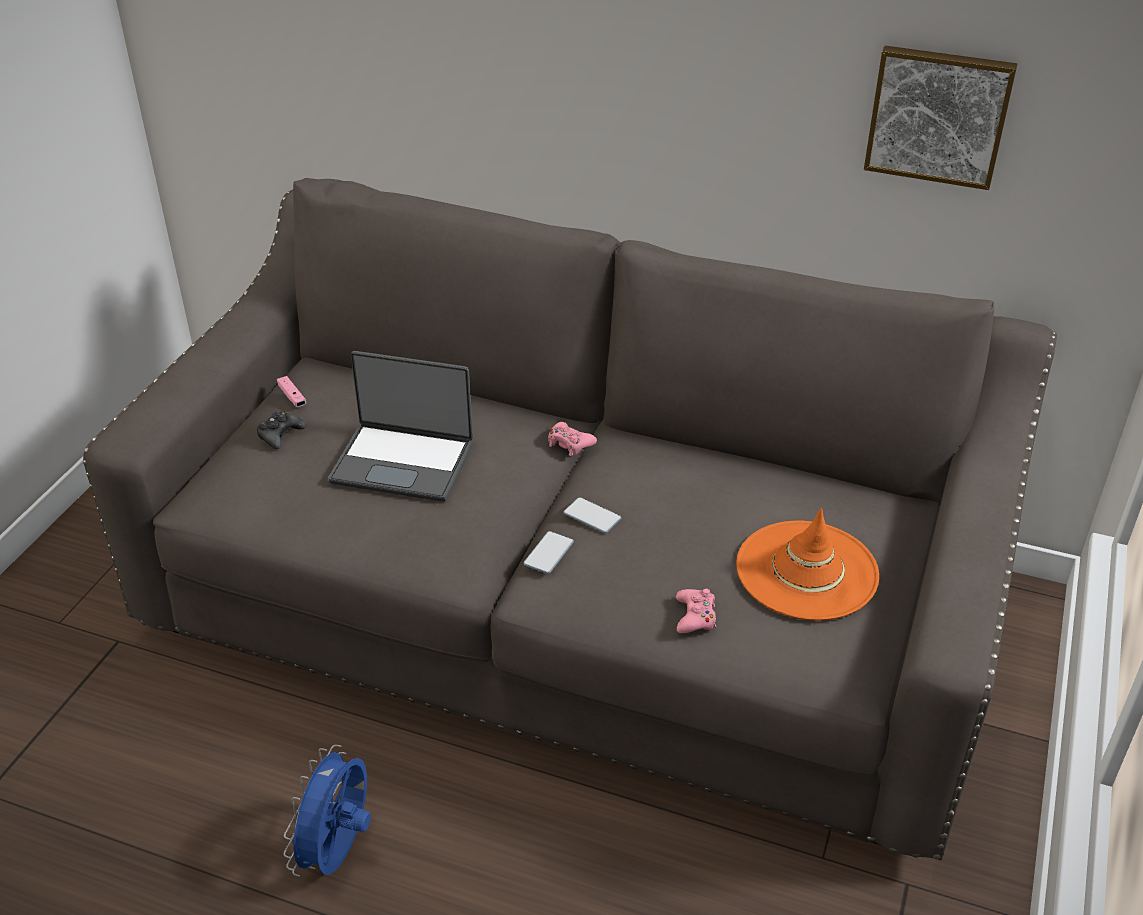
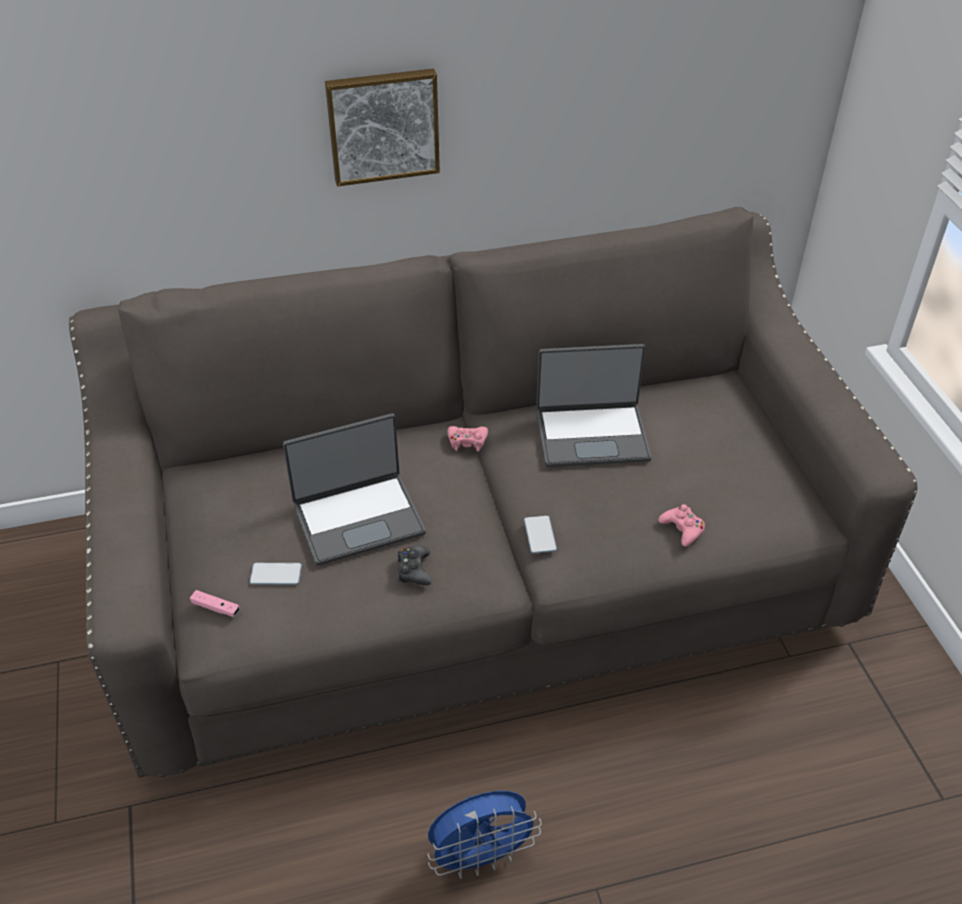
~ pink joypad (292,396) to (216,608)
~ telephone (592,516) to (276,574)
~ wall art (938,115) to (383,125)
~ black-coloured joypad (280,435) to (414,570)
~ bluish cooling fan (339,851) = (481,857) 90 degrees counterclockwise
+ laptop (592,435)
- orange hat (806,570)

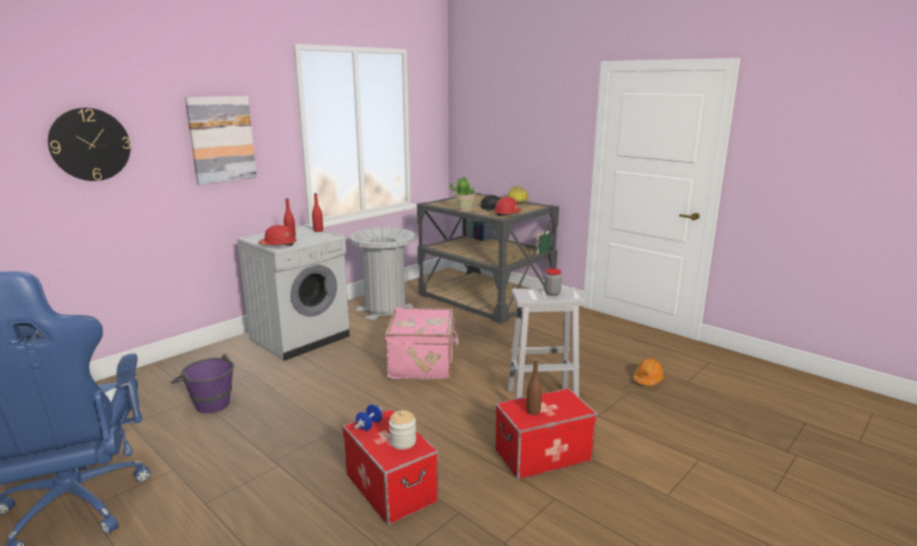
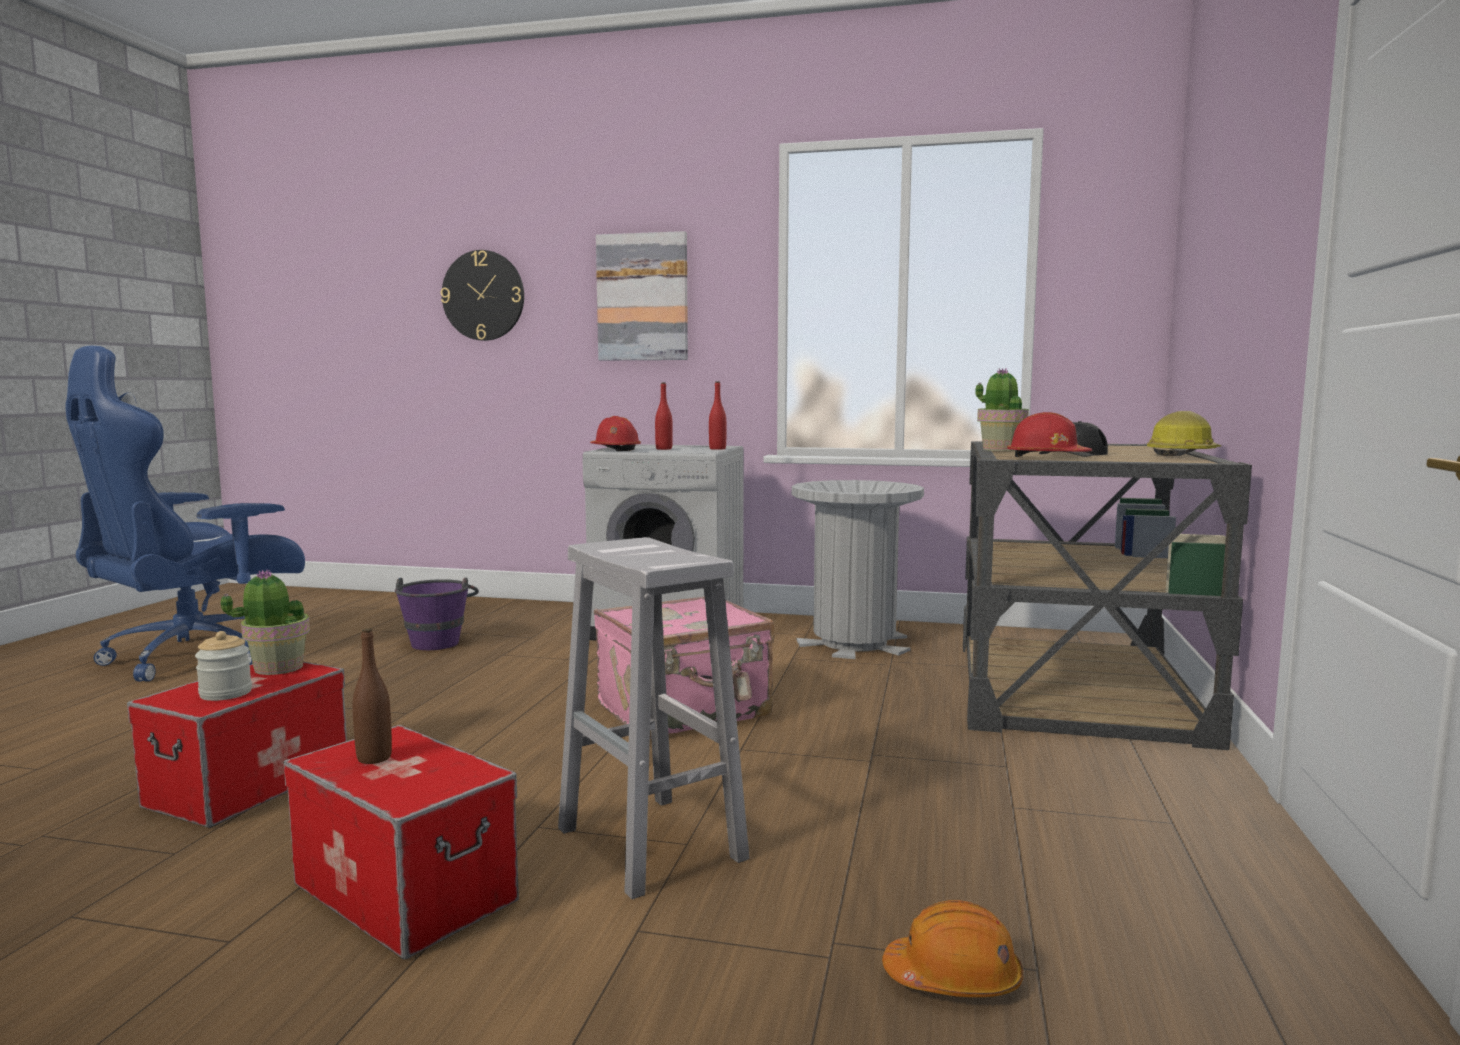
~ bluish free weight (369,425) to plant in a pot (277,668)
- jar (552,293)

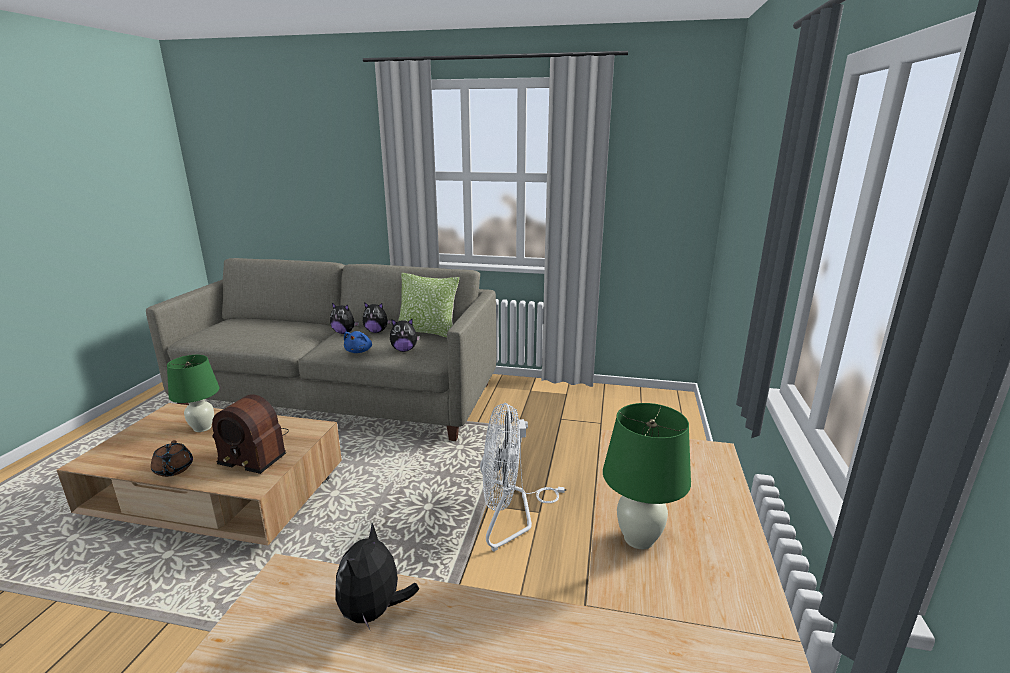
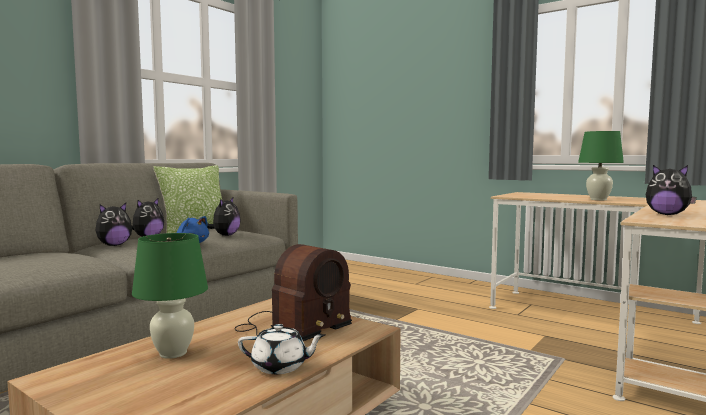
~ brown-coloured teapot (173,470) to white teapot (280,367)
- white cooling fan (511,508)

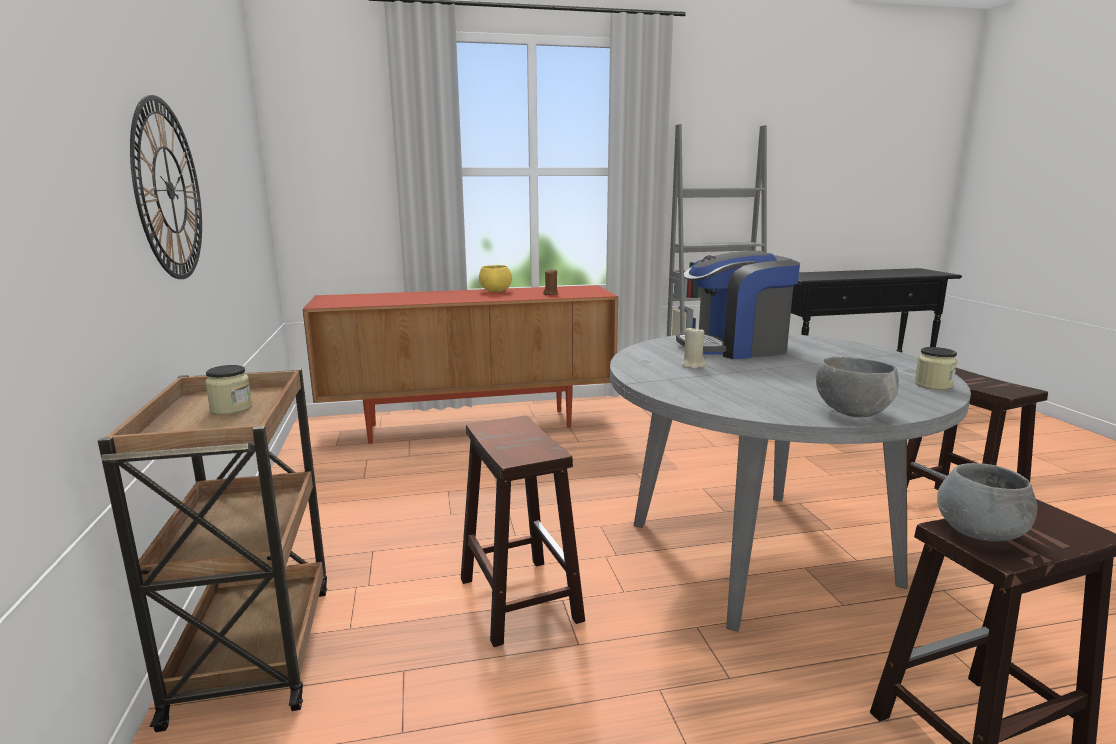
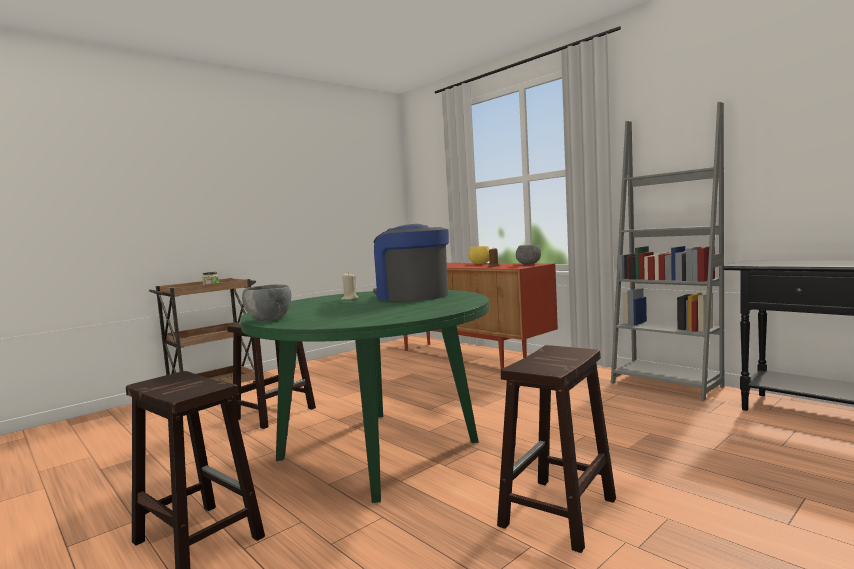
~ grey kitchen table (759,552) to greenish kitchen table (378,450)
~ grey deep dish (981,533) to (528,264)
- hanging clock (169,190)
- jar (933,385)

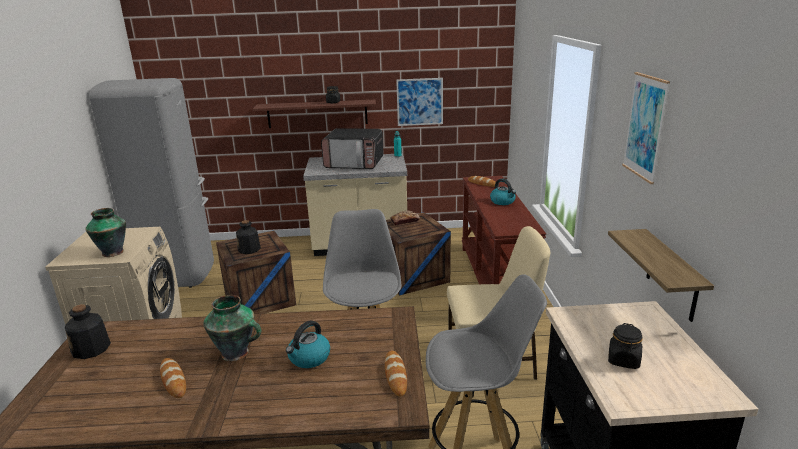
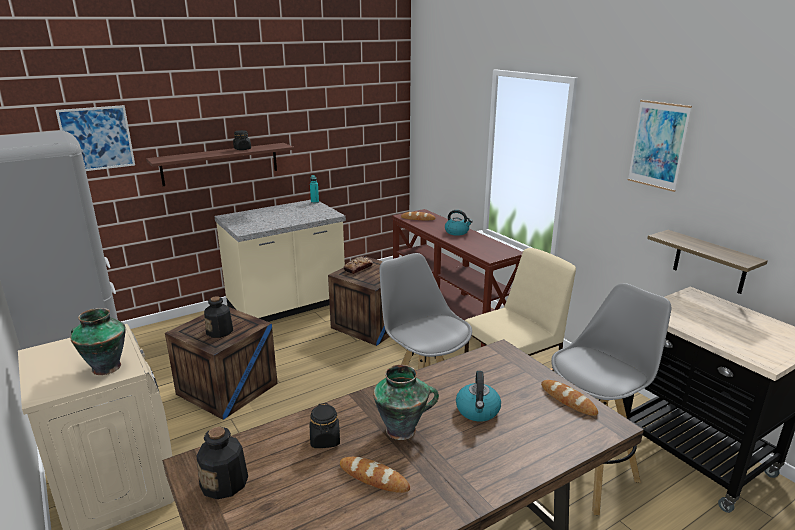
~ wall art (420,102) to (97,138)
~ black-coloured jar (623,360) to (325,440)
- microwave (355,164)

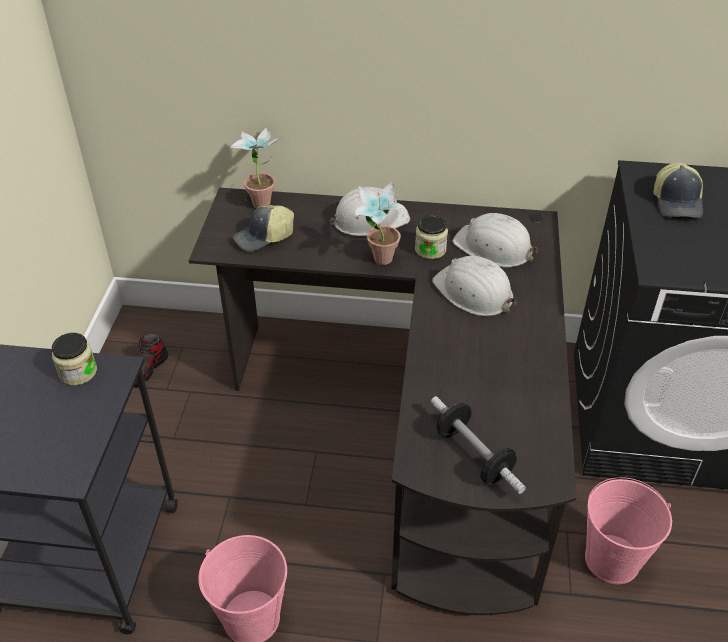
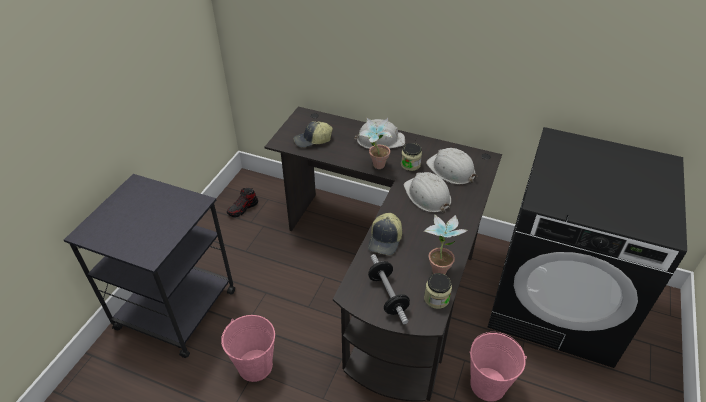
~ baseball cap (677,202) to (385,240)
~ plant in a pot (262,200) to (439,267)
~ jar (78,372) to (436,298)

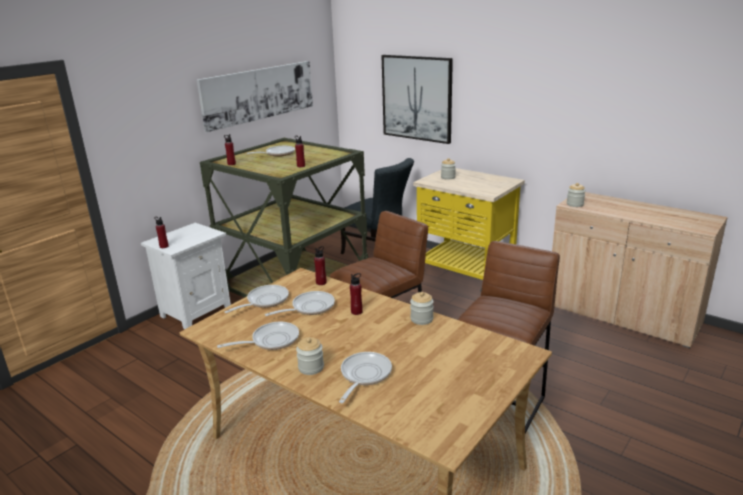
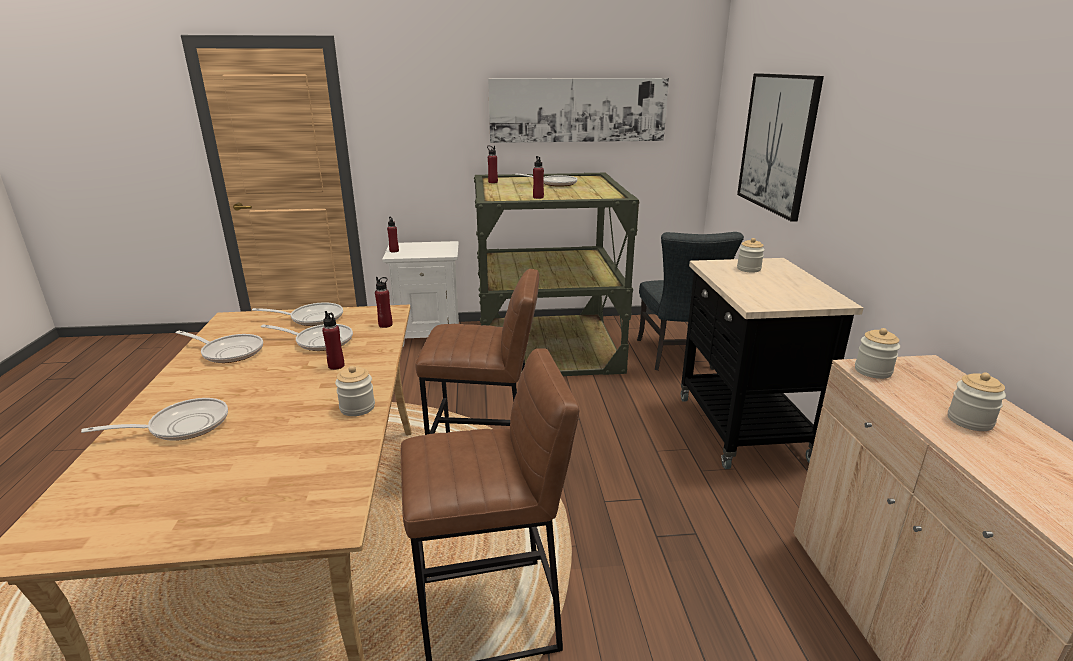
~ yellow cart (465,274) to black-coloured cart (743,430)
~ jar (311,367) to (969,421)

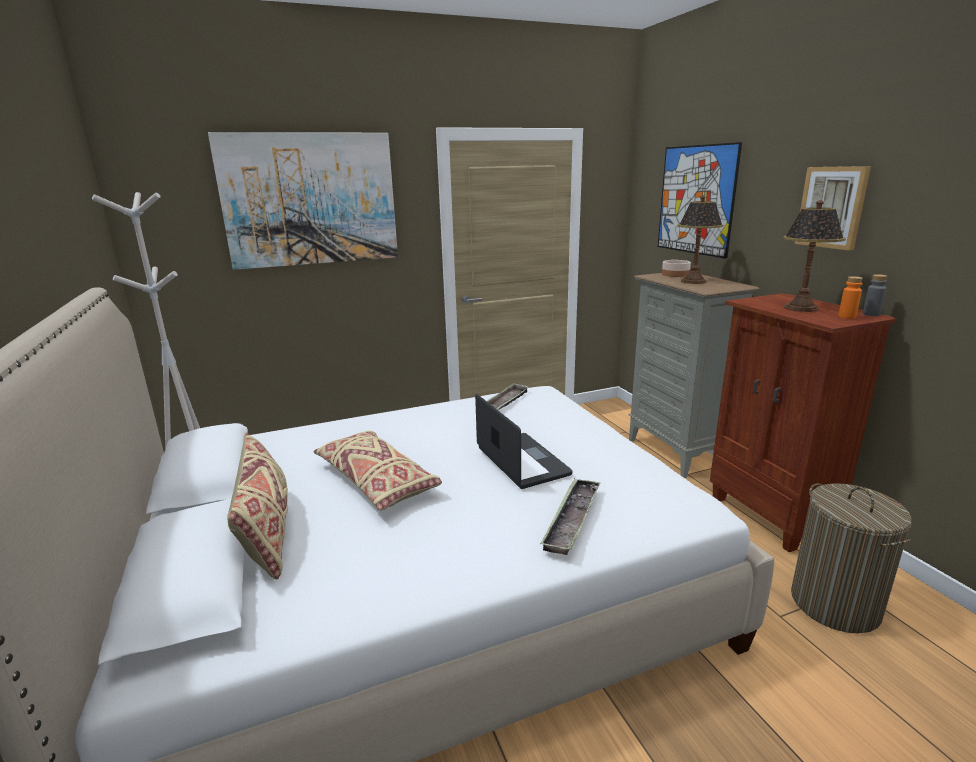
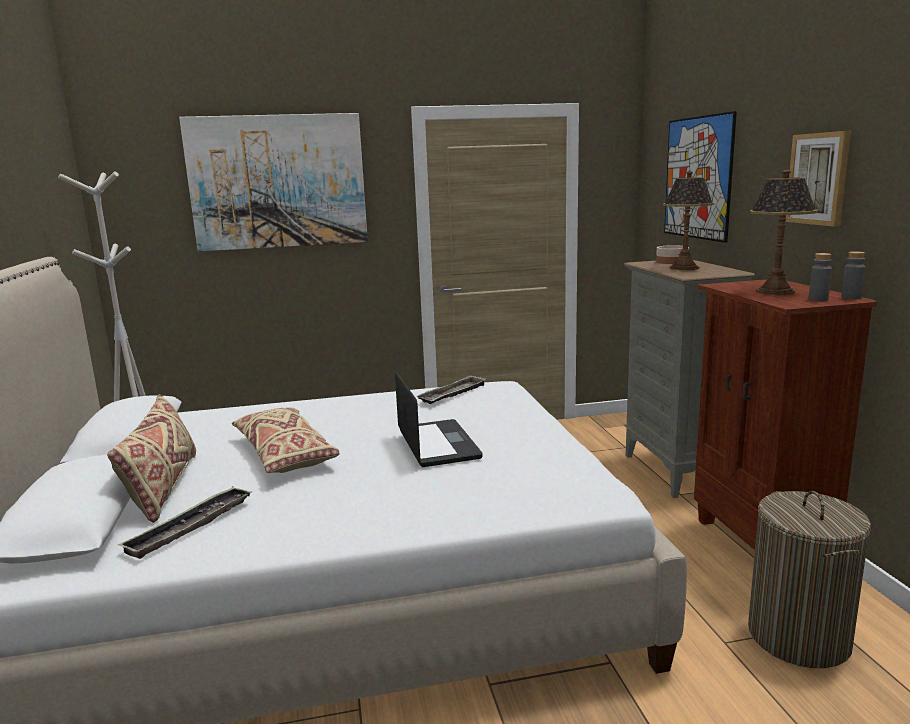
~ carrying tray (572,519) to (190,527)
~ orange beverage bottle (847,317) to grey beverage bottle (818,299)

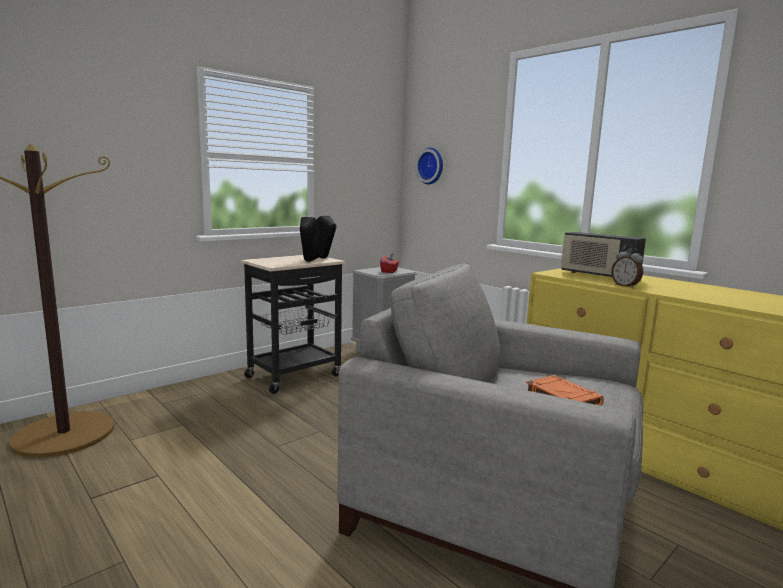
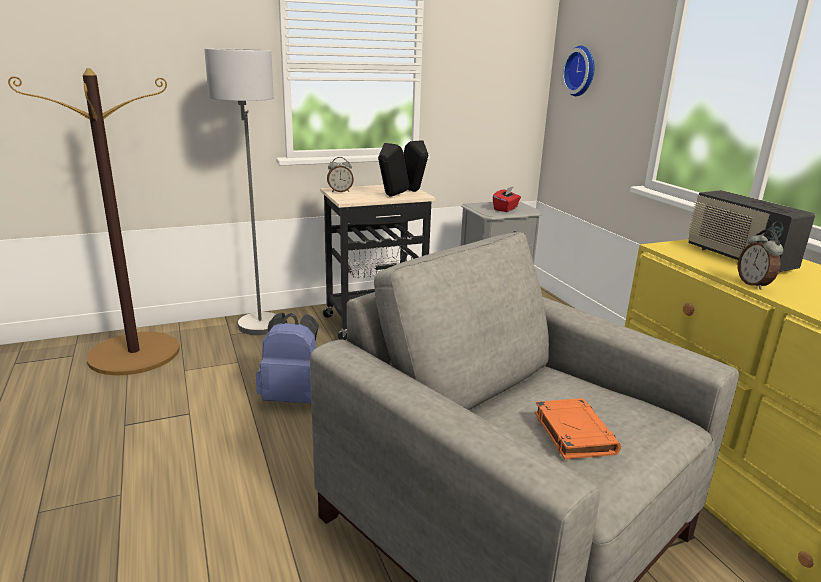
+ grey standard lamp (259,331)
+ bluish rucksack (293,397)
+ bedside clock (340,191)

